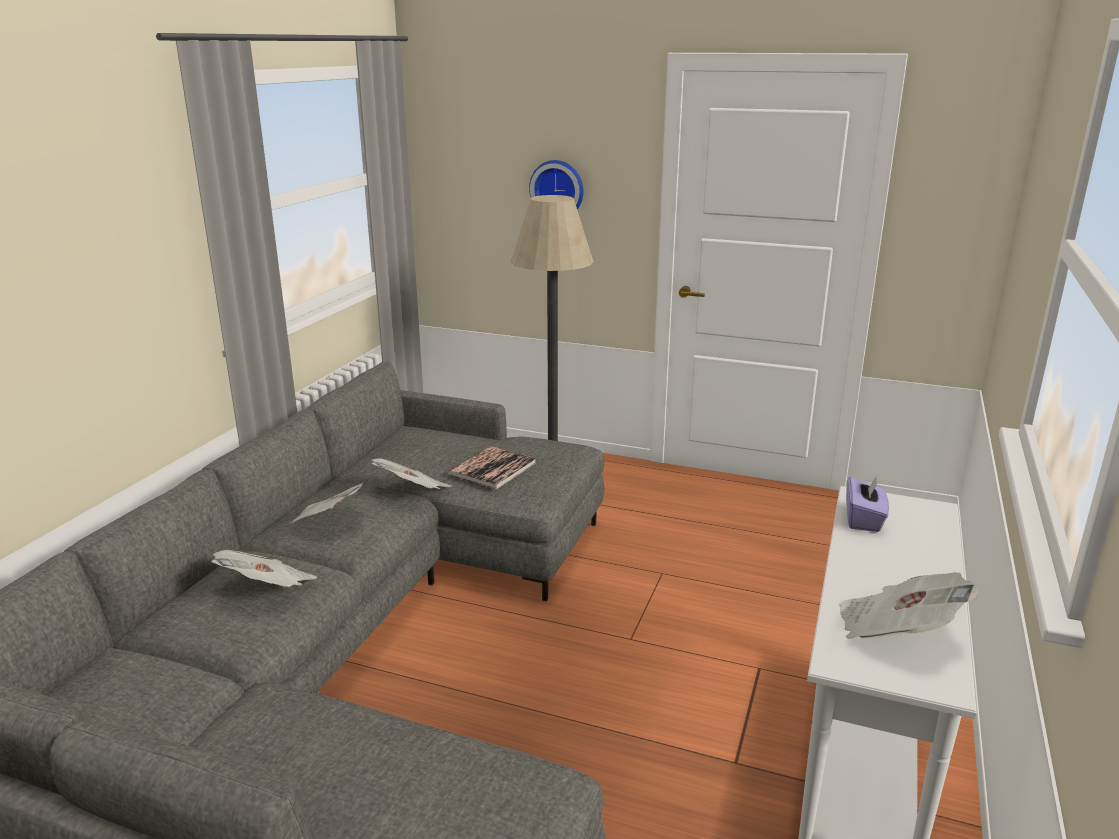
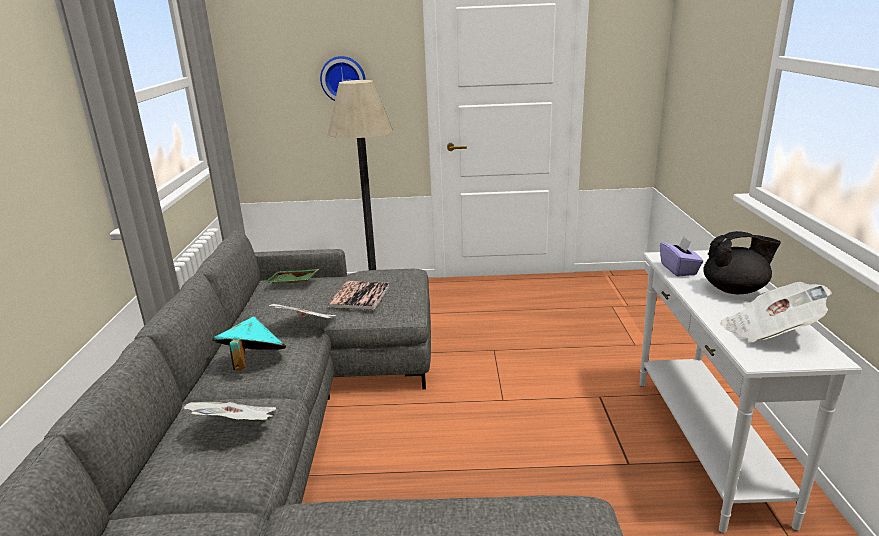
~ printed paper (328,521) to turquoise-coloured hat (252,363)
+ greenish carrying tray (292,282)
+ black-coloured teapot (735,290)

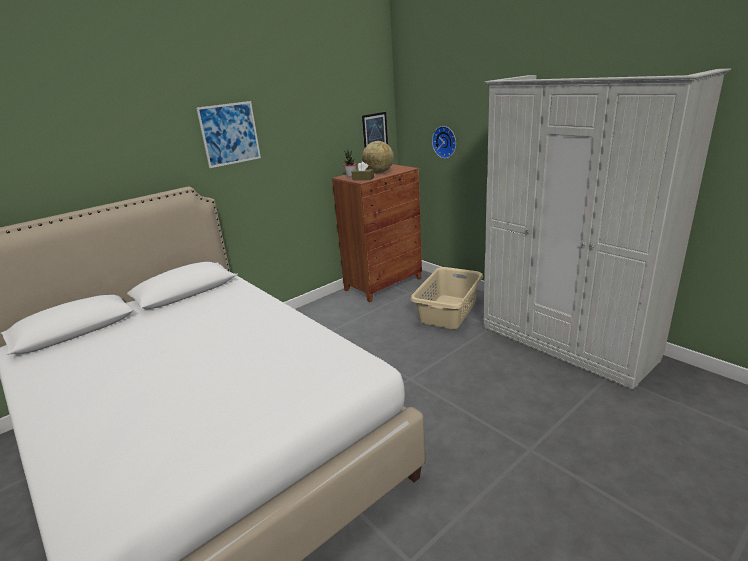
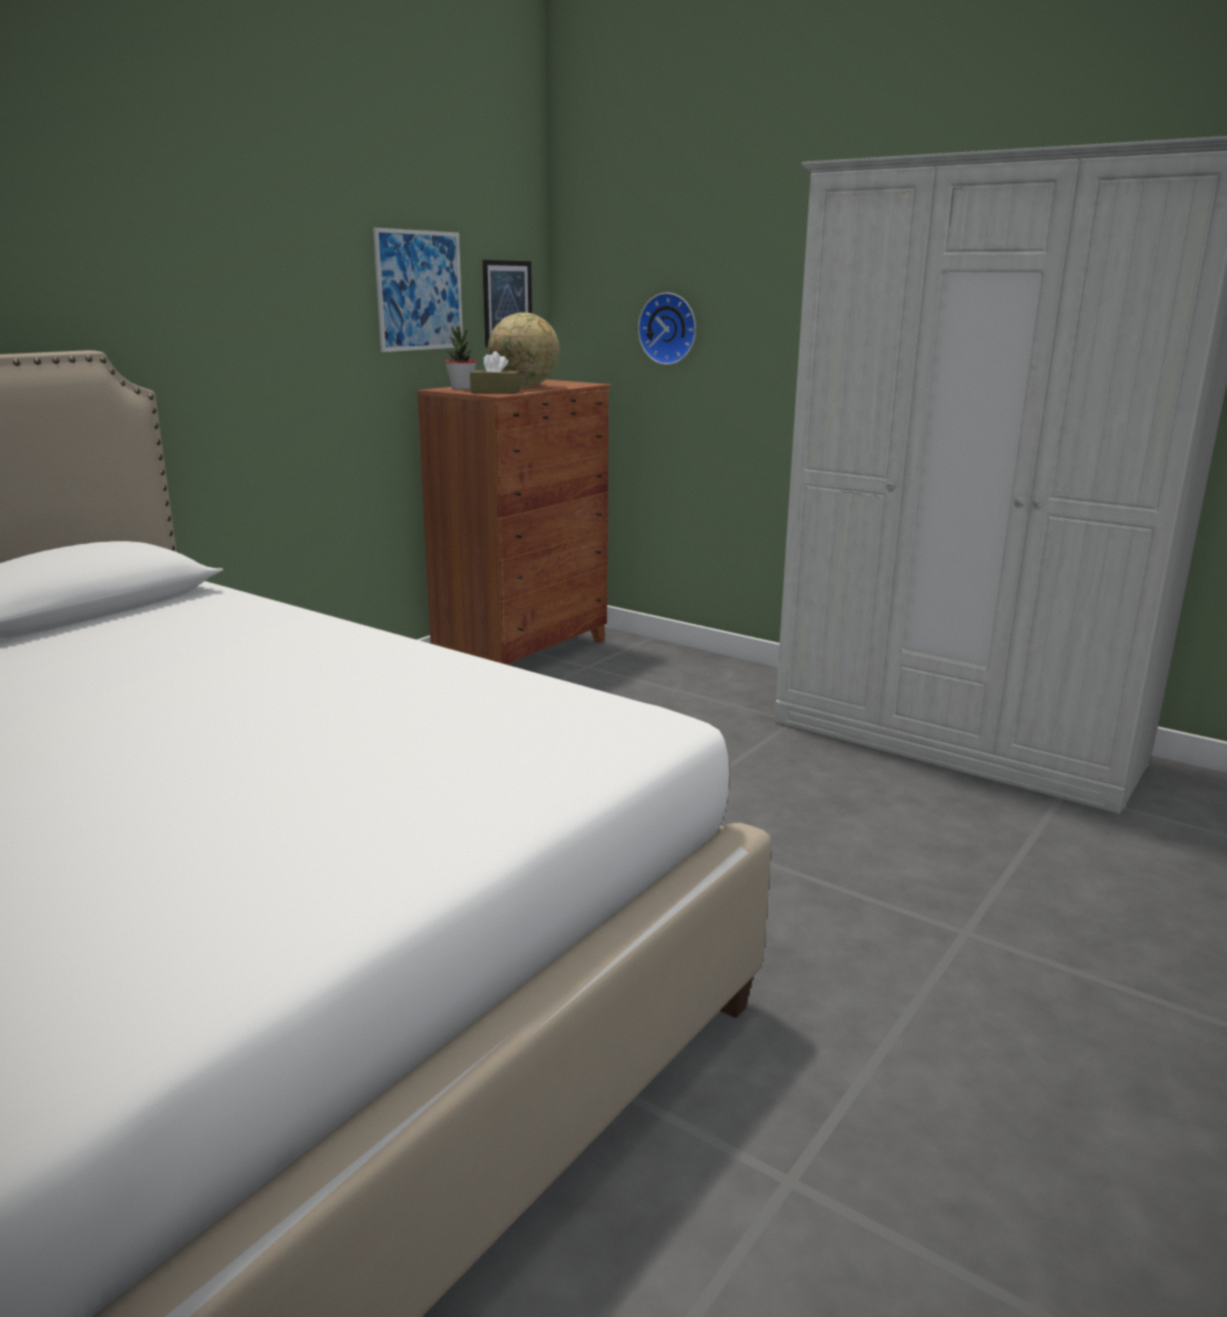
~ wall art (229,134) to (419,290)
- beige-coloured laundry basket (449,311)

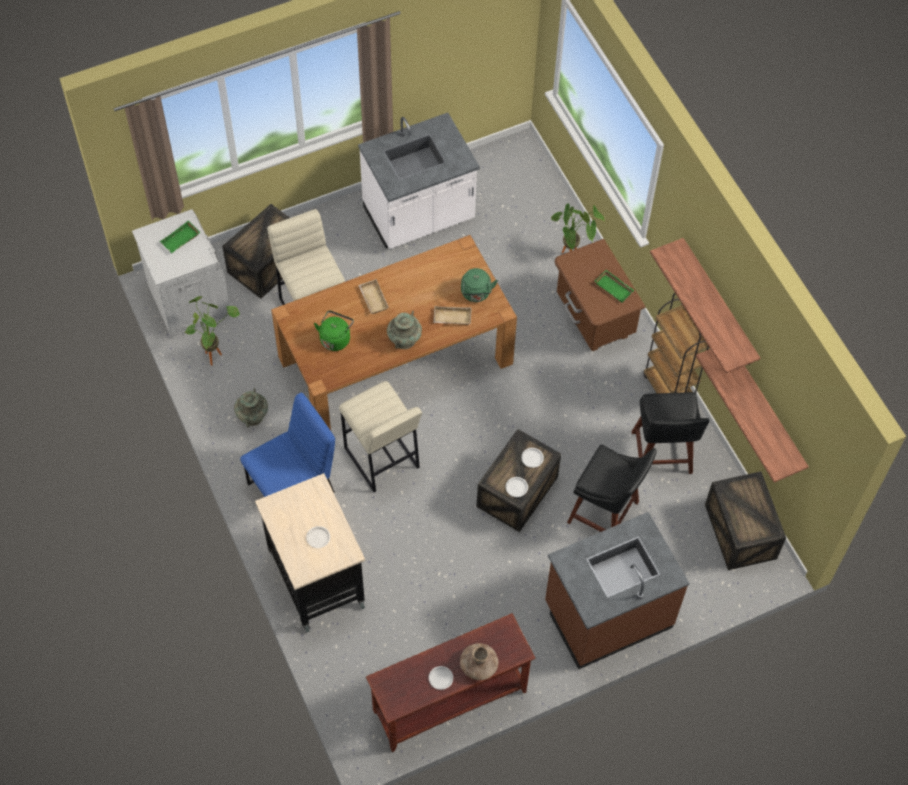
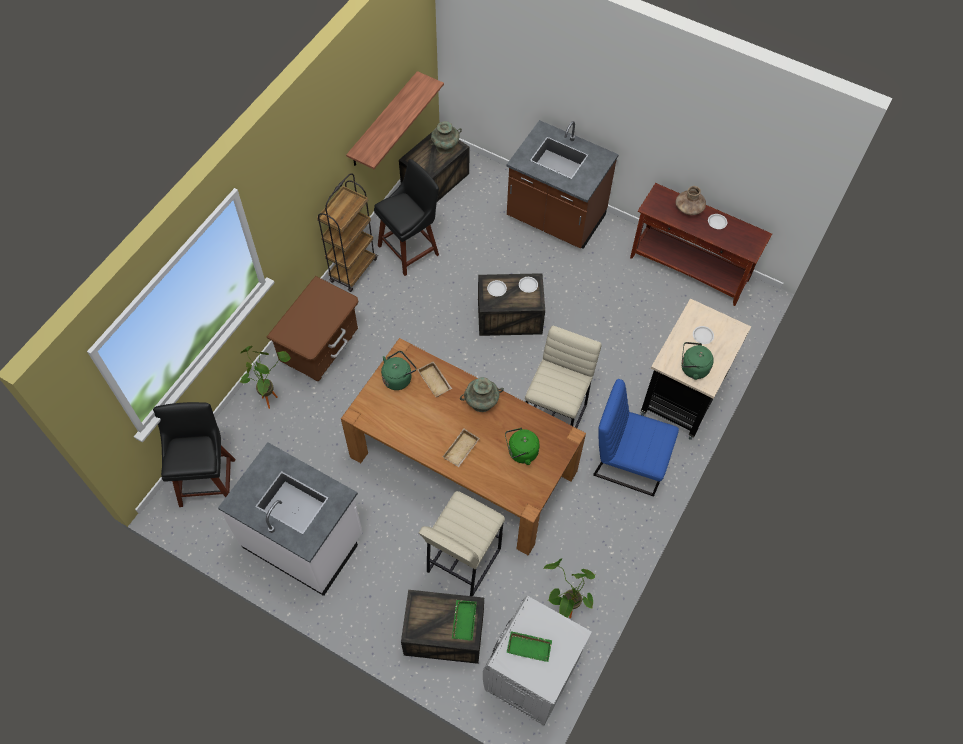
~ black-coloured plain chair (606,514) to (208,479)
~ turquoise-coloured decorative vase (252,416) to (445,146)
~ greenish carrying tray (614,288) to (463,620)
+ greenish kettle (692,368)
- shelf (718,304)

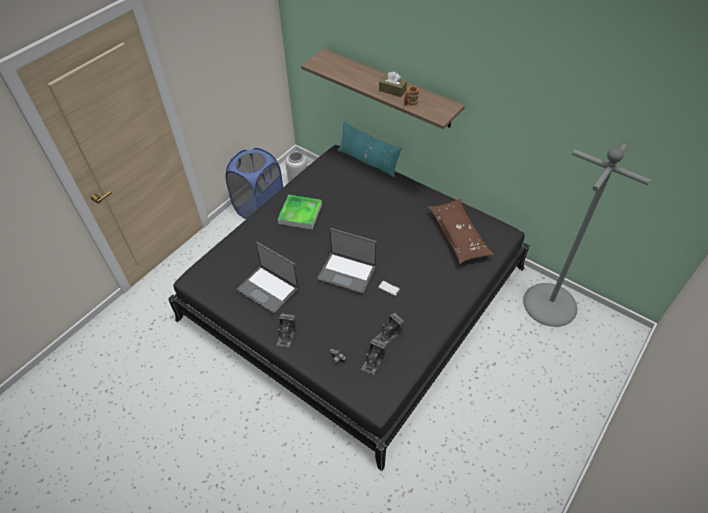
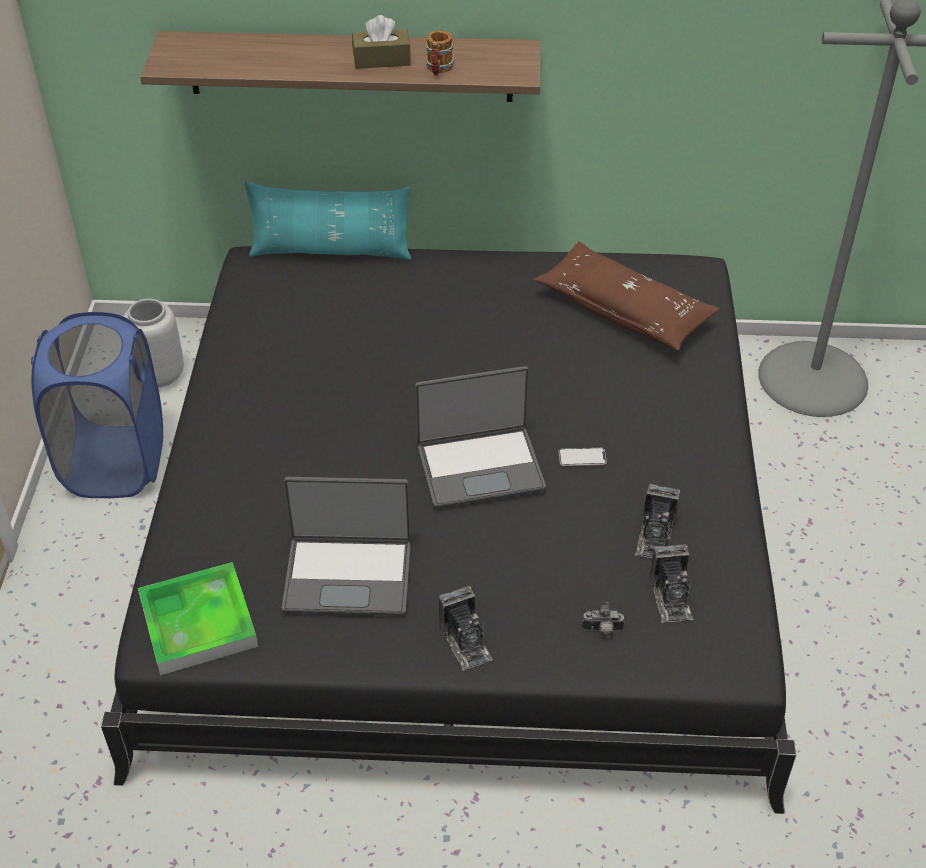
~ carrying tray (300,214) to (198,623)

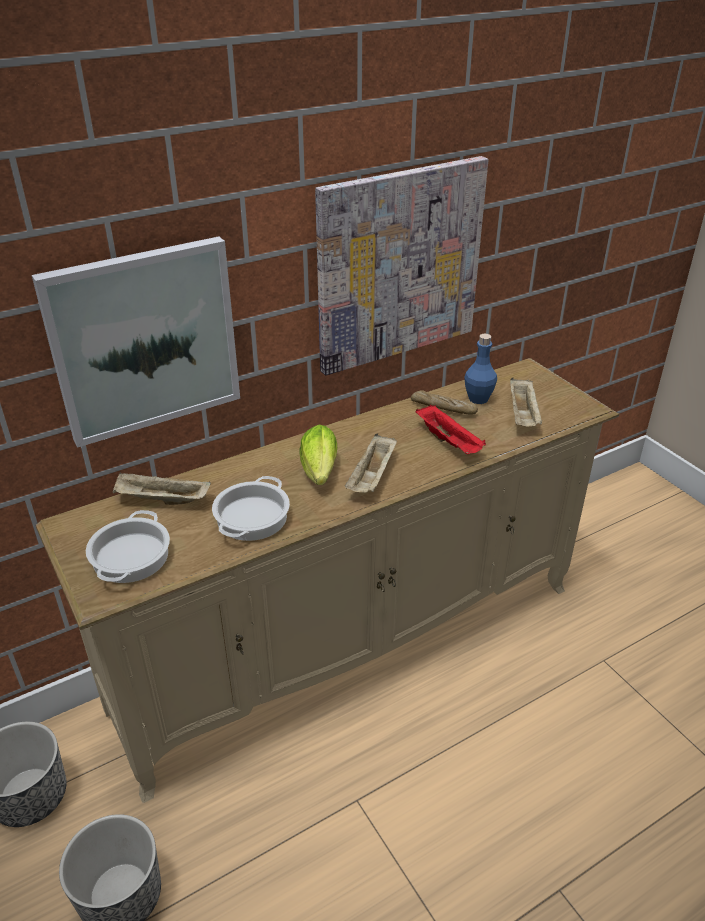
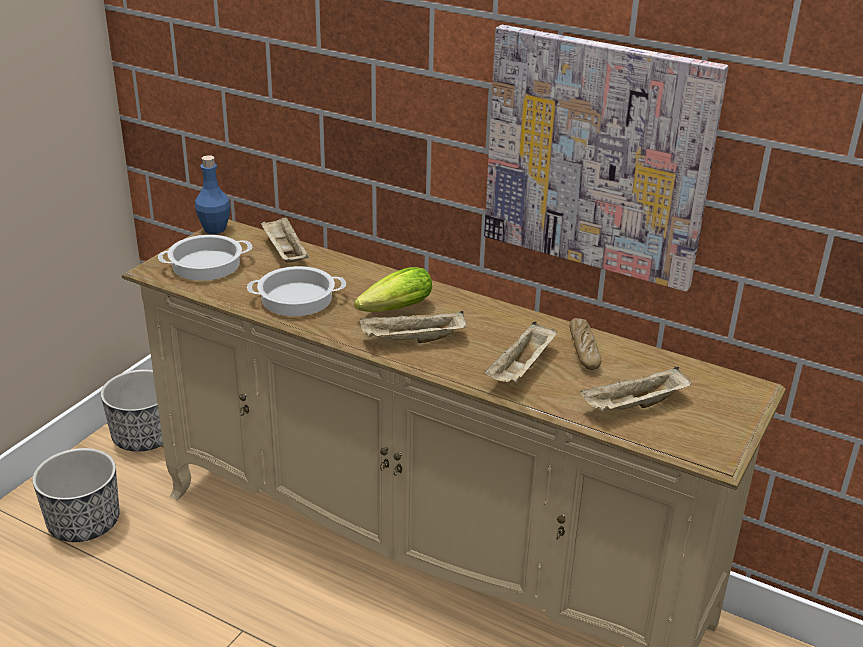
~ bluish beverage bottle (478,399) to (214,229)
~ red carrying tray (449,442) to beige-coloured carrying tray (521,369)
- wall art (144,340)

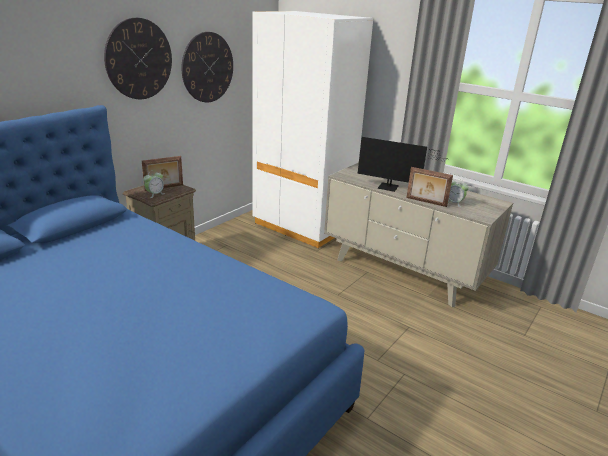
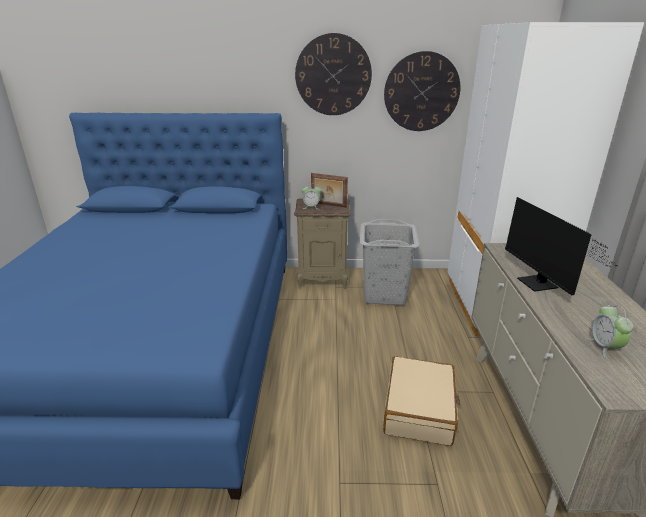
+ grey laundry basket (384,294)
+ beige-coloured piece of luggage (419,409)
- photo frame (426,202)

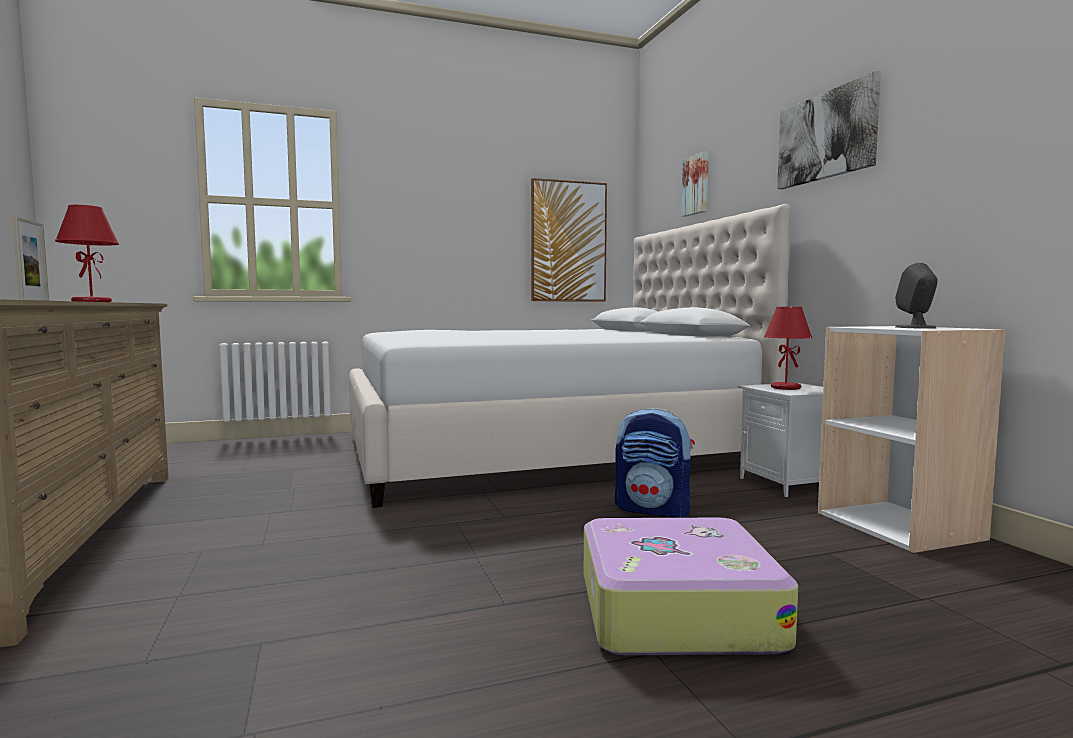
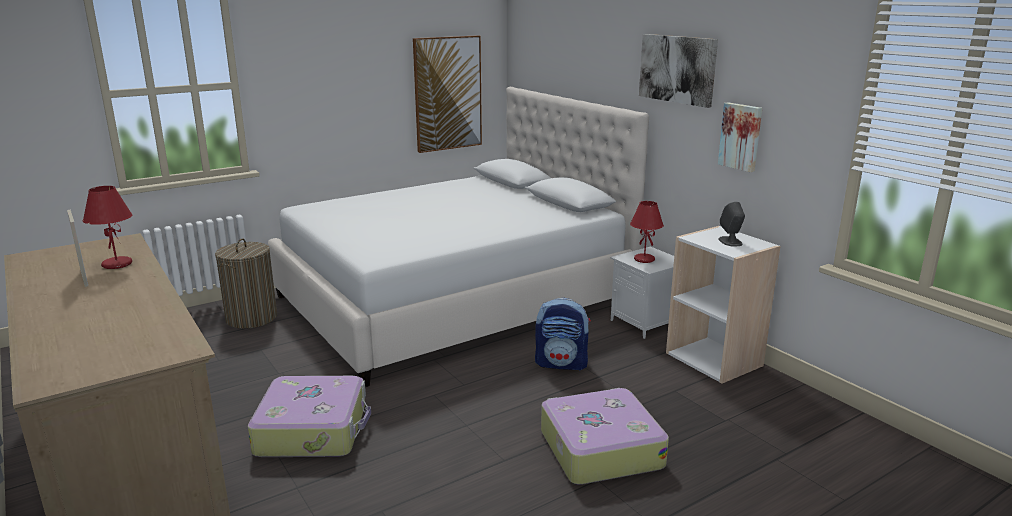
+ laundry basket (251,318)
+ piece of luggage (313,429)
~ wall art (697,185) to (741,136)

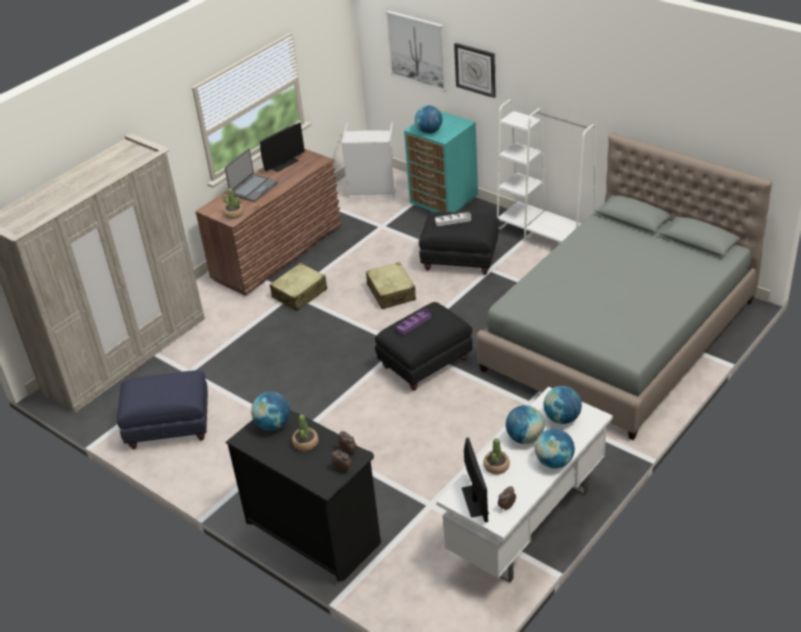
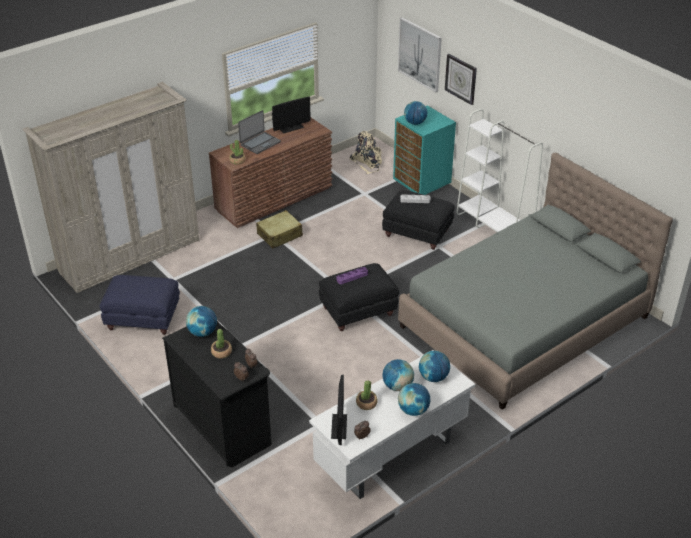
~ grey laundry basket (372,190) to beige-coloured rucksack (367,163)
- beige-coloured piece of luggage (391,292)

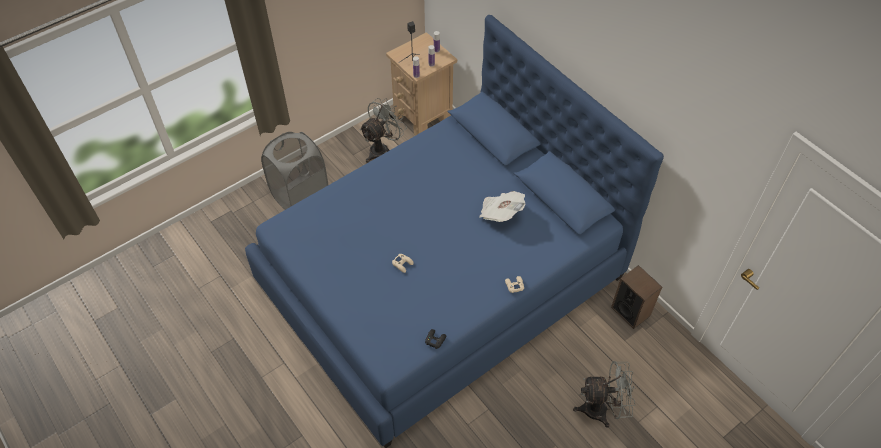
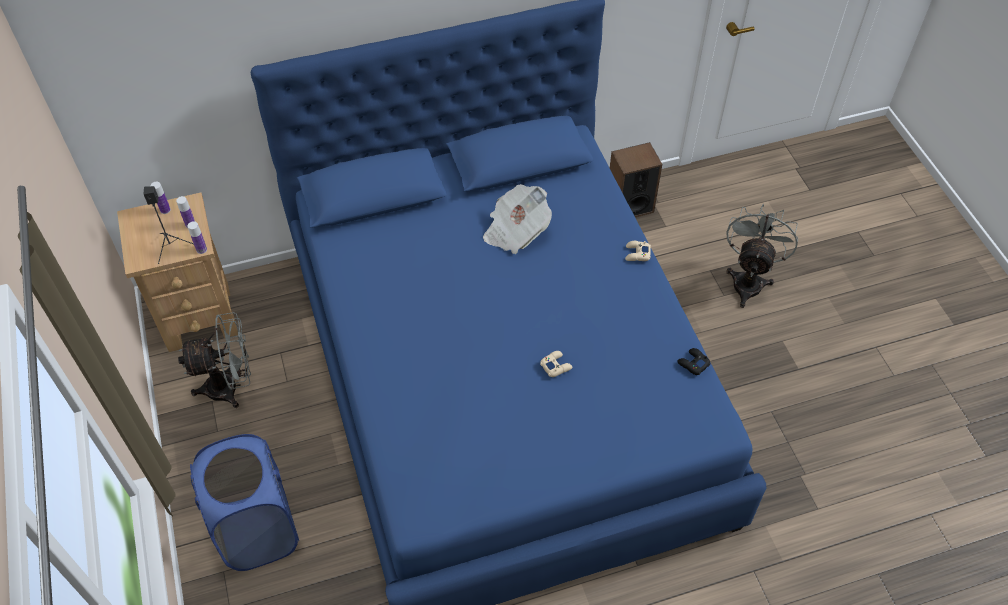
~ grey cooling fan (383,149) = (230,387) 105 degrees clockwise
~ grey laundry basket (300,196) to bluish laundry basket (258,530)

